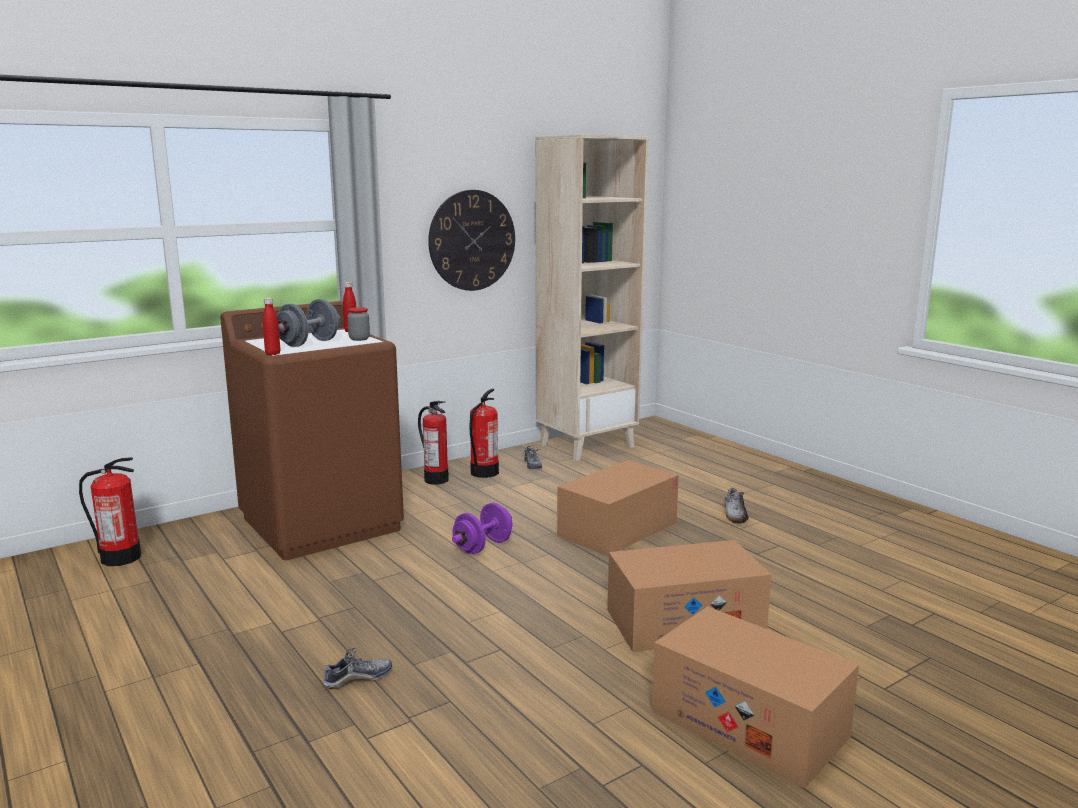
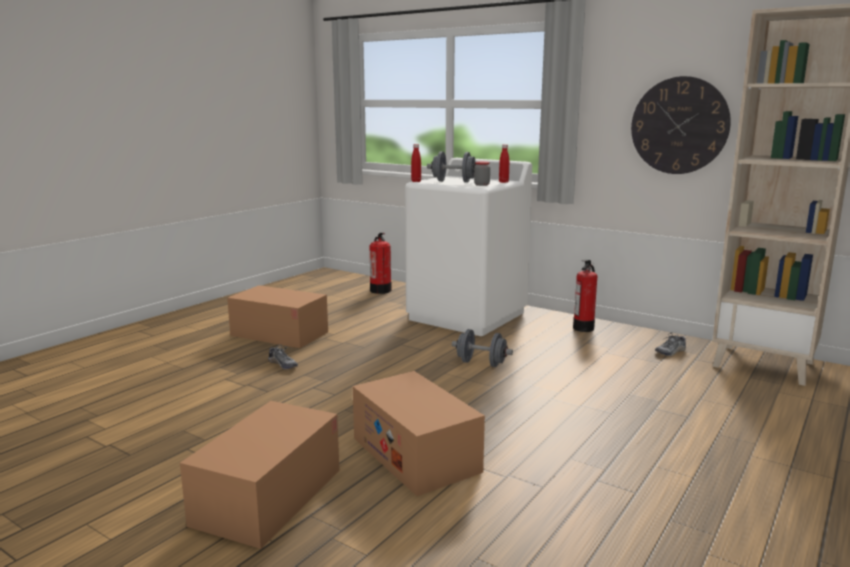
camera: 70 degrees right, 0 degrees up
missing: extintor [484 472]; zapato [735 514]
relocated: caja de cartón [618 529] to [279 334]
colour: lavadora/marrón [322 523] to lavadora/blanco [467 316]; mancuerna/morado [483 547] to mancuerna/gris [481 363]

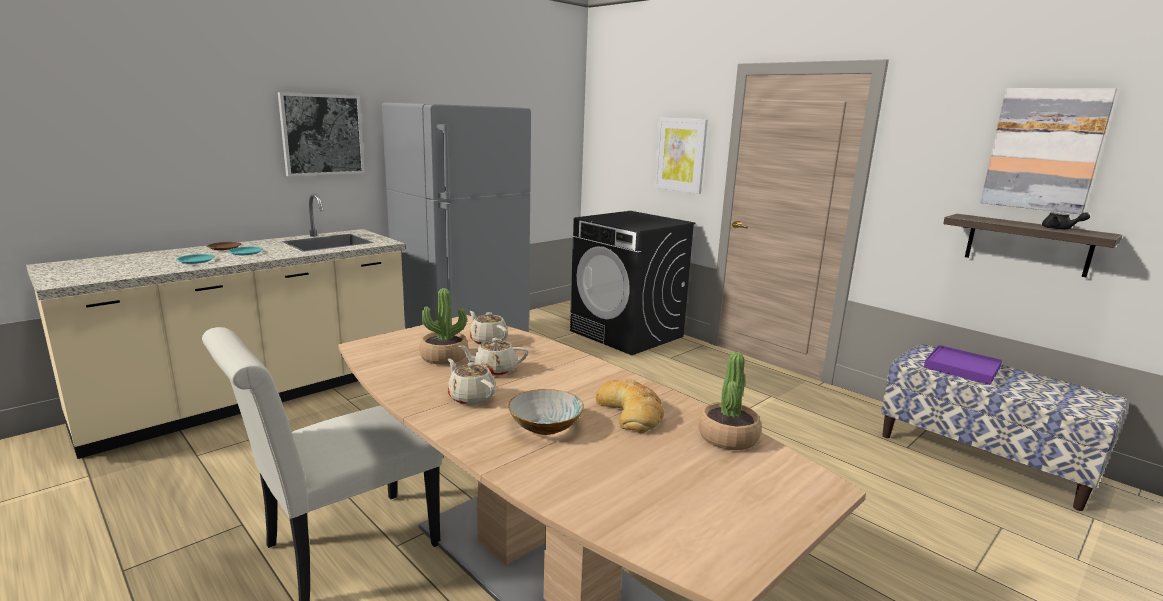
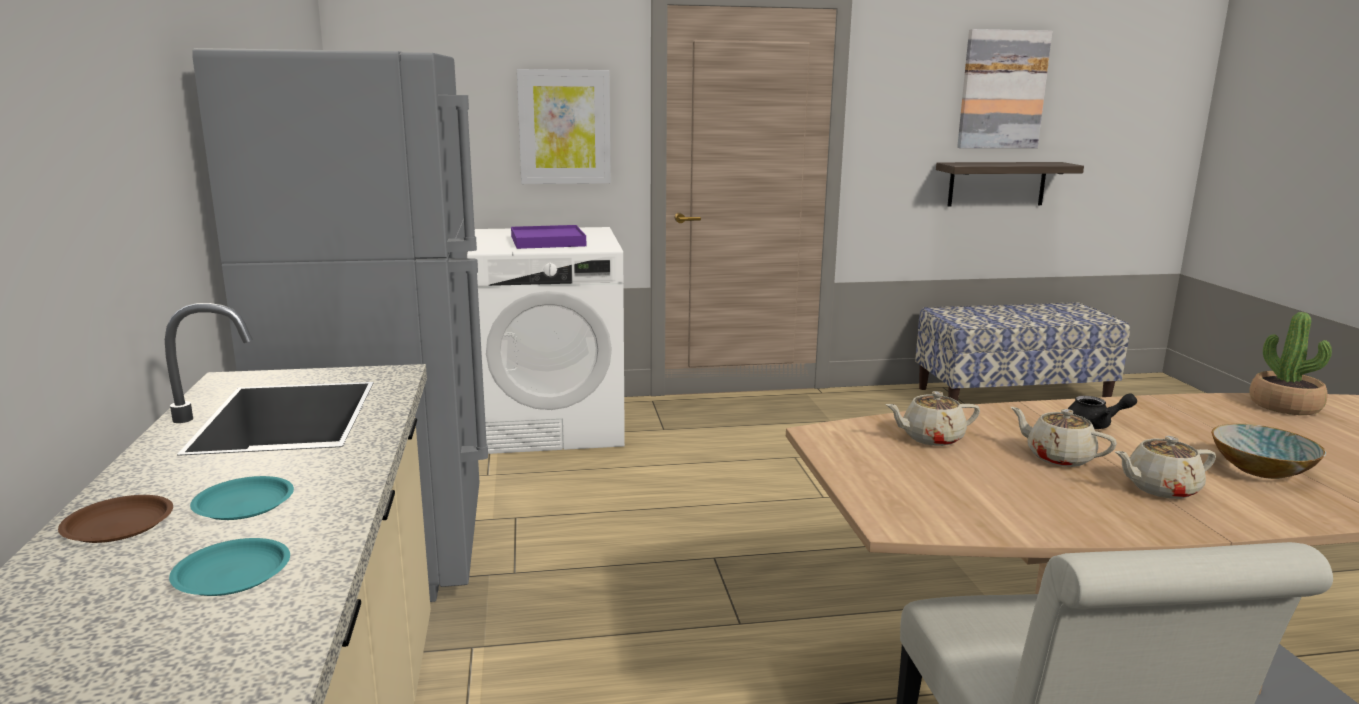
camera: 55 degrees left, 0 degrees up
missing: cuadro [322 134]; planta en maceta [444 357]; pan [631 412]
relocated: bandeja/morado [962 368] to [548 241]; tetera/negro [1060 229] to [1095 425]
colour: lavadora/negro [627 334] to lavadora/blanco [552 425]
spun: tetera/beis [494 370] = [1058 457] 105 degrees clockwise

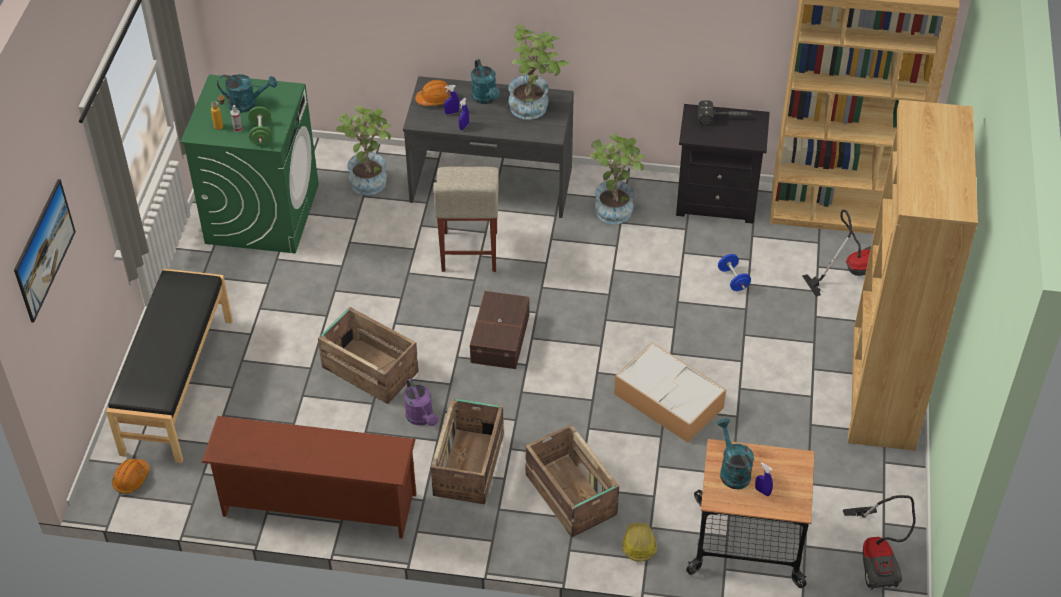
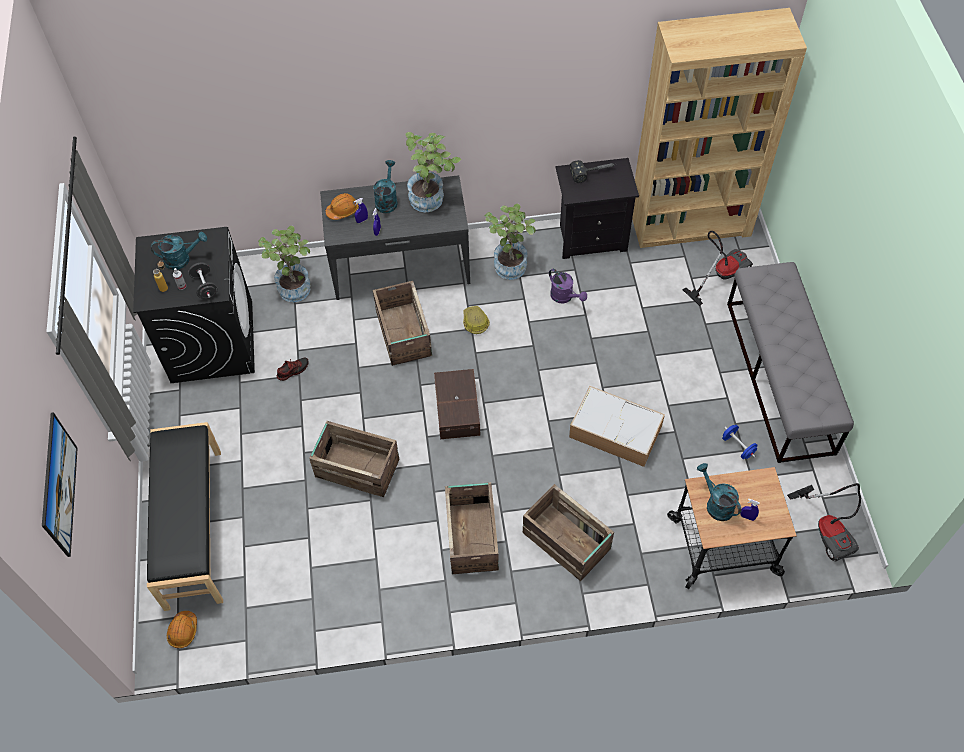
camera: 15 degrees left, 10 degrees up
missing: zapatero/marrón [317 506]
appeared: zapato [293 370]
relocated: regadera/morado [421 418] to [565 297]; casco [638 545] to [475 322]; mancuerna/azul [733 279] to [737 446]
exchanged: taburete/beis [469 252] to caja de embalaje [403 335]; estantería/marrón [882 389] to banco/gris [779 377]
colour: lavadora/verde [262 213] to lavadora/negro [212 341]; mancuerna/verde [261 134] to mancuerna/negro [205 286]
spun: regadera/turquesa [486 99] = [387 200] 135 degrees counterclockwise

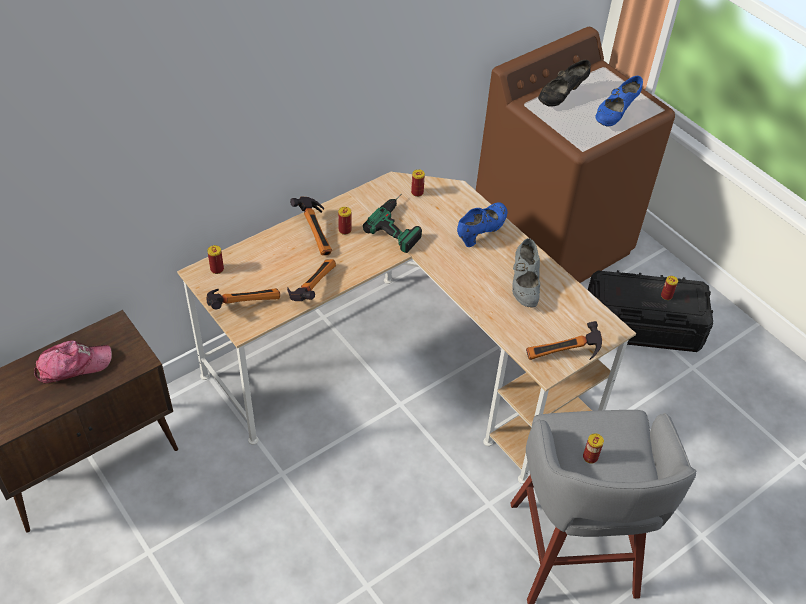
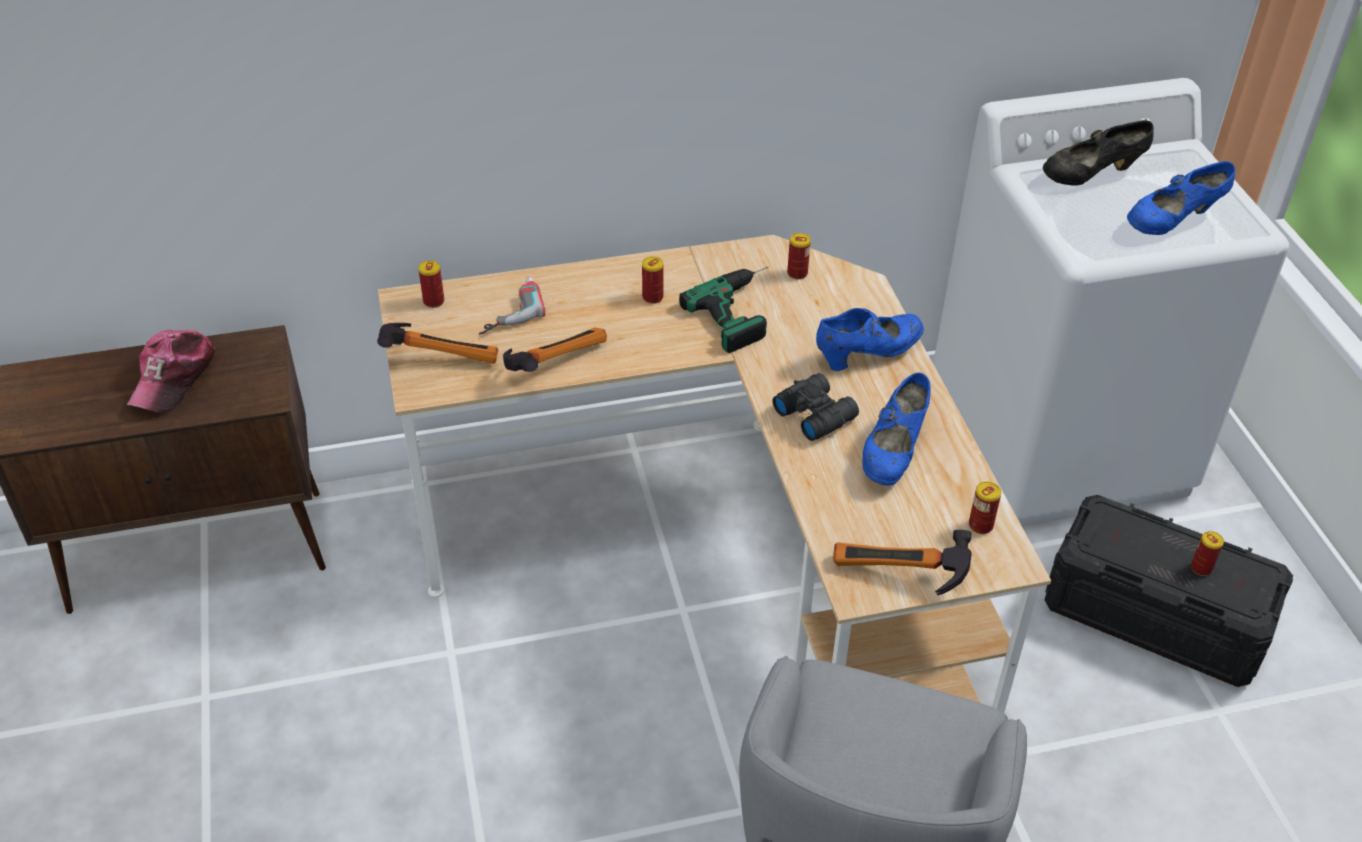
camera: 25 degrees right, 5 degrees down
missing: martillo [318 233]
appeared: taladro [508 310]; prismáticos/negro [815 413]
relocated: lata [590 457] to [980 525]
colour: lavadora/marrón [552 241] to lavadora/blanco [1061 441]; zapato/gris [524 286] to zapato/azul [893 452]
spun: gorra [73 365] = [173 378] 105 degrees clockwise

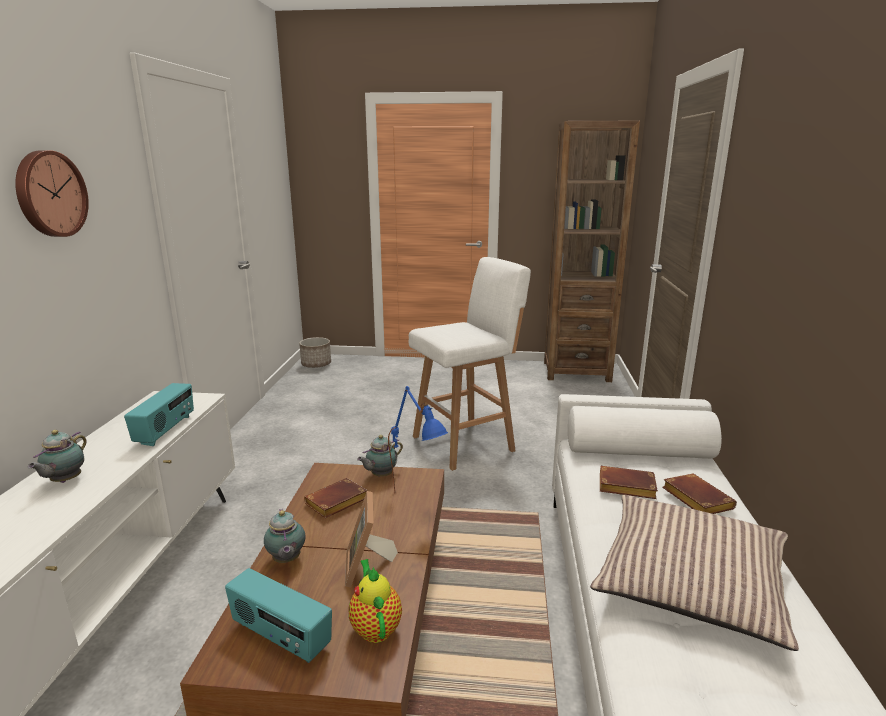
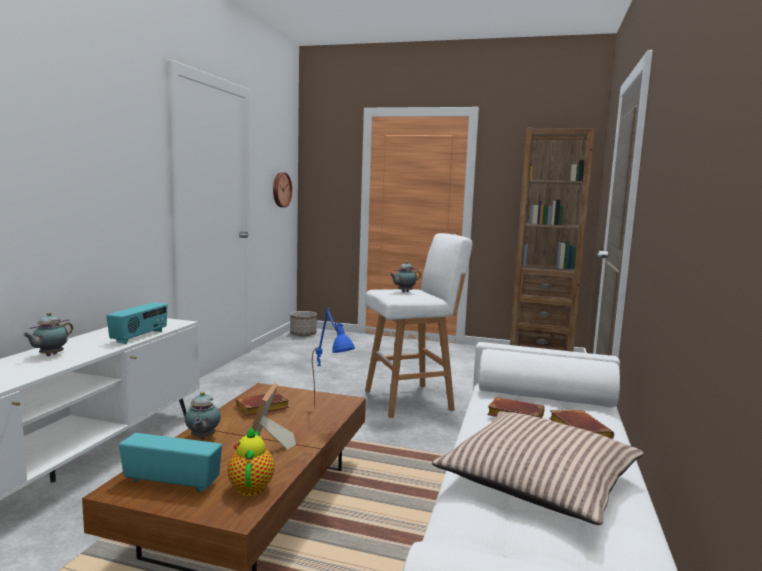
camera: 10 degrees right, 10 degrees down
relocated: reloj de pared [49 194] to [280 189]; tetera [380 475] to [404 292]
spun: radio [280 637] = [172 482] 150 degrees clockwise

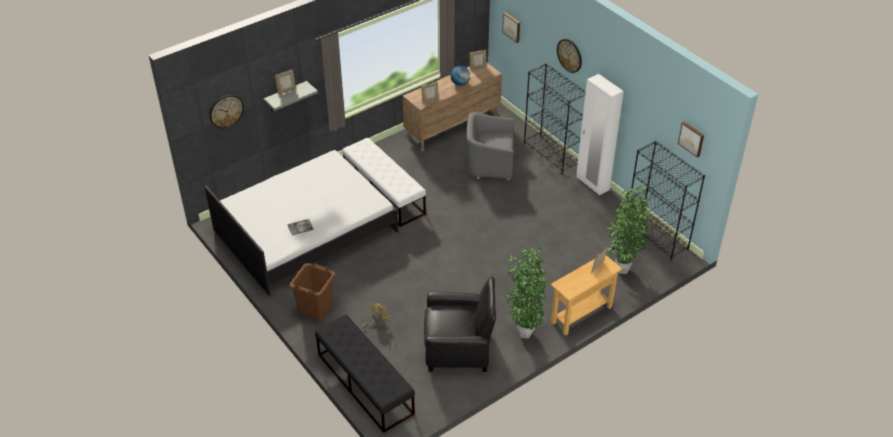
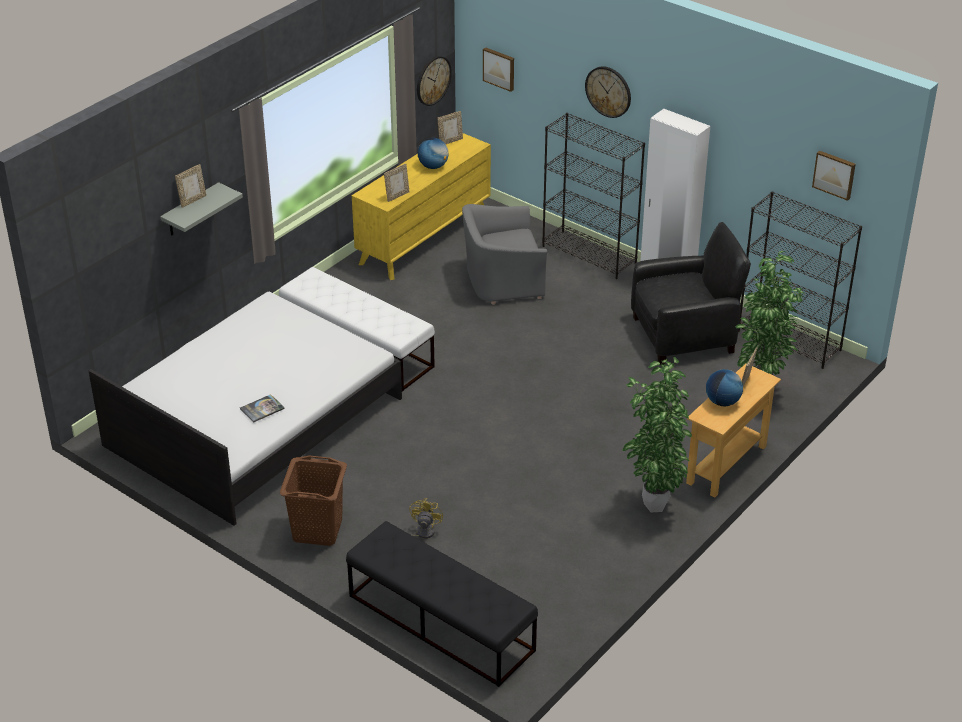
camera: 15 degrees left, 5 degrees down
appeared: globo terráqueo [722 402]
relocated: reloj de pared [226 111] to [433 80]; sillón/negro [459 348] to [684 335]
colour: cómoda/marrón [452 126] to cómoda/amarillo [424 238]

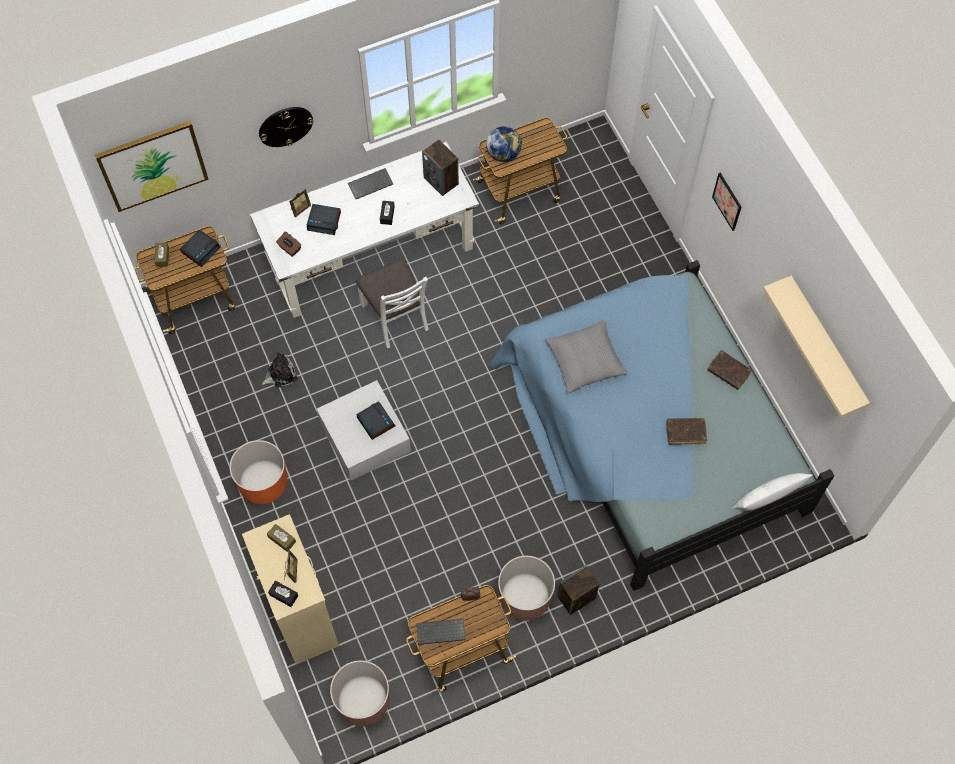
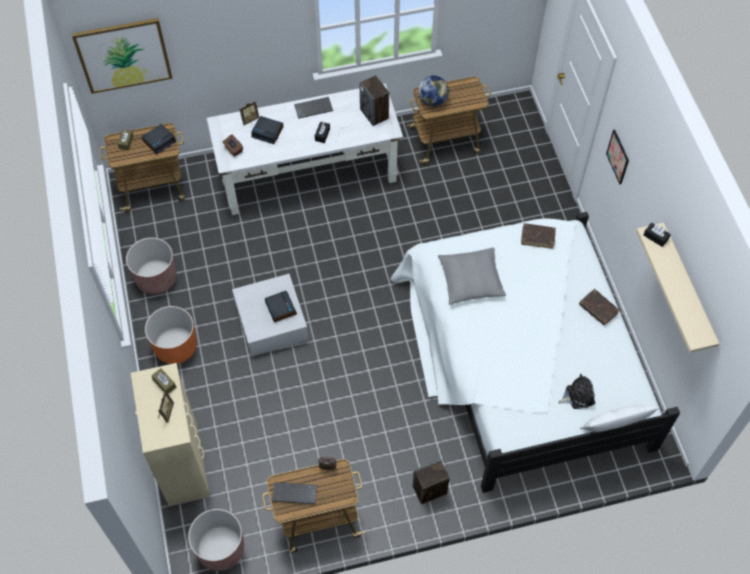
camera: 10 degrees right, 5 degrees down
missing: reloj de pared [285 126]; silla/blanco [395 316]
relocated: peluche [280 374] to [578 395]; caja de pañuelos/negro [283 595] to [655 237]; maceta/marrón [525 597] to [156 278]; libro/marrón [685 433] to [537 238]
colour: cama/azul [649 433] to cama/blanco [521 358]

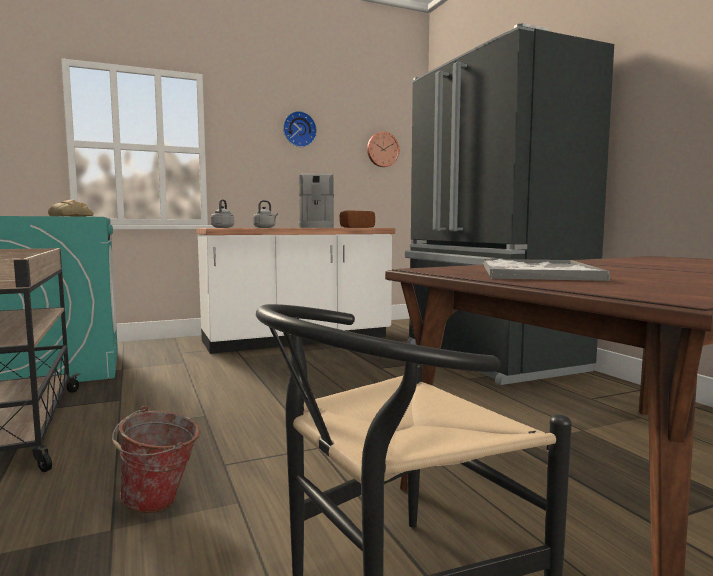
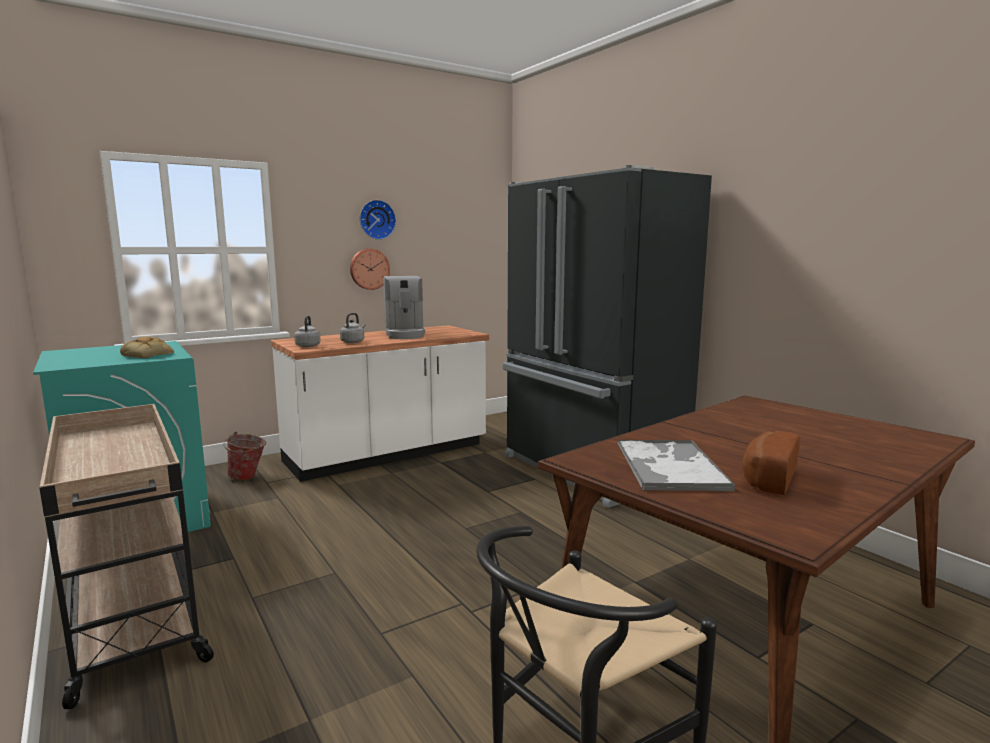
camera: 10 degrees left, 5 degrees up
relocated: cubo [160 505] to [247 478]; pan [355 227] to [766 478]; reloj de pared [382 149] to [369 269]

